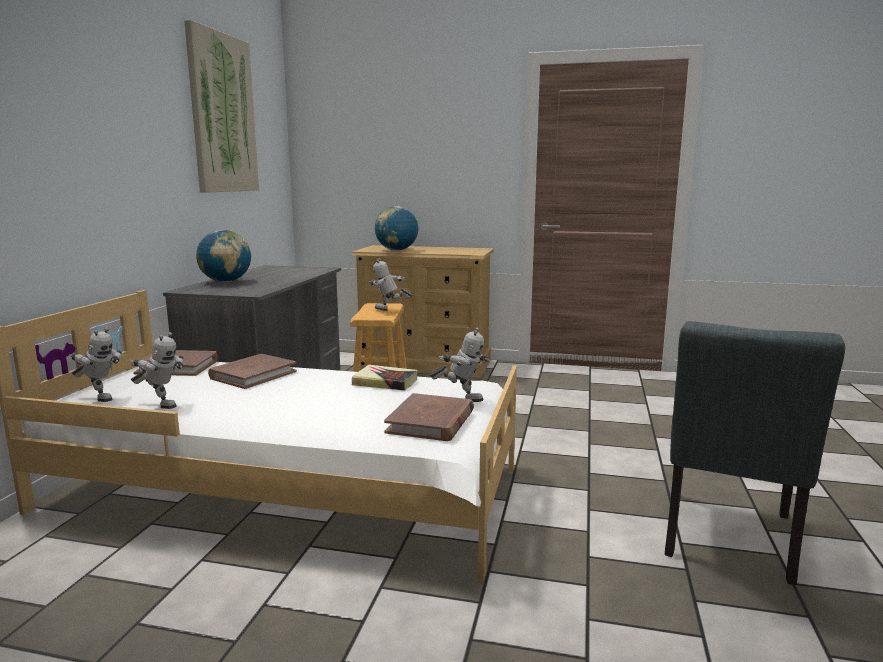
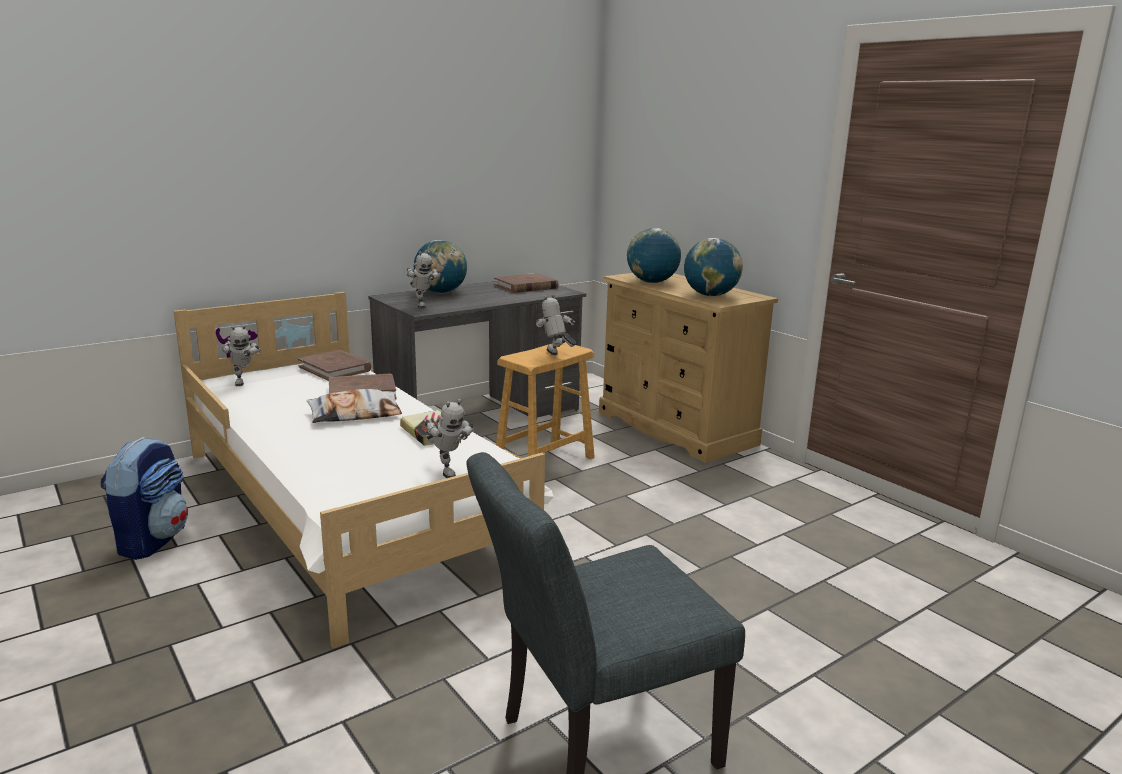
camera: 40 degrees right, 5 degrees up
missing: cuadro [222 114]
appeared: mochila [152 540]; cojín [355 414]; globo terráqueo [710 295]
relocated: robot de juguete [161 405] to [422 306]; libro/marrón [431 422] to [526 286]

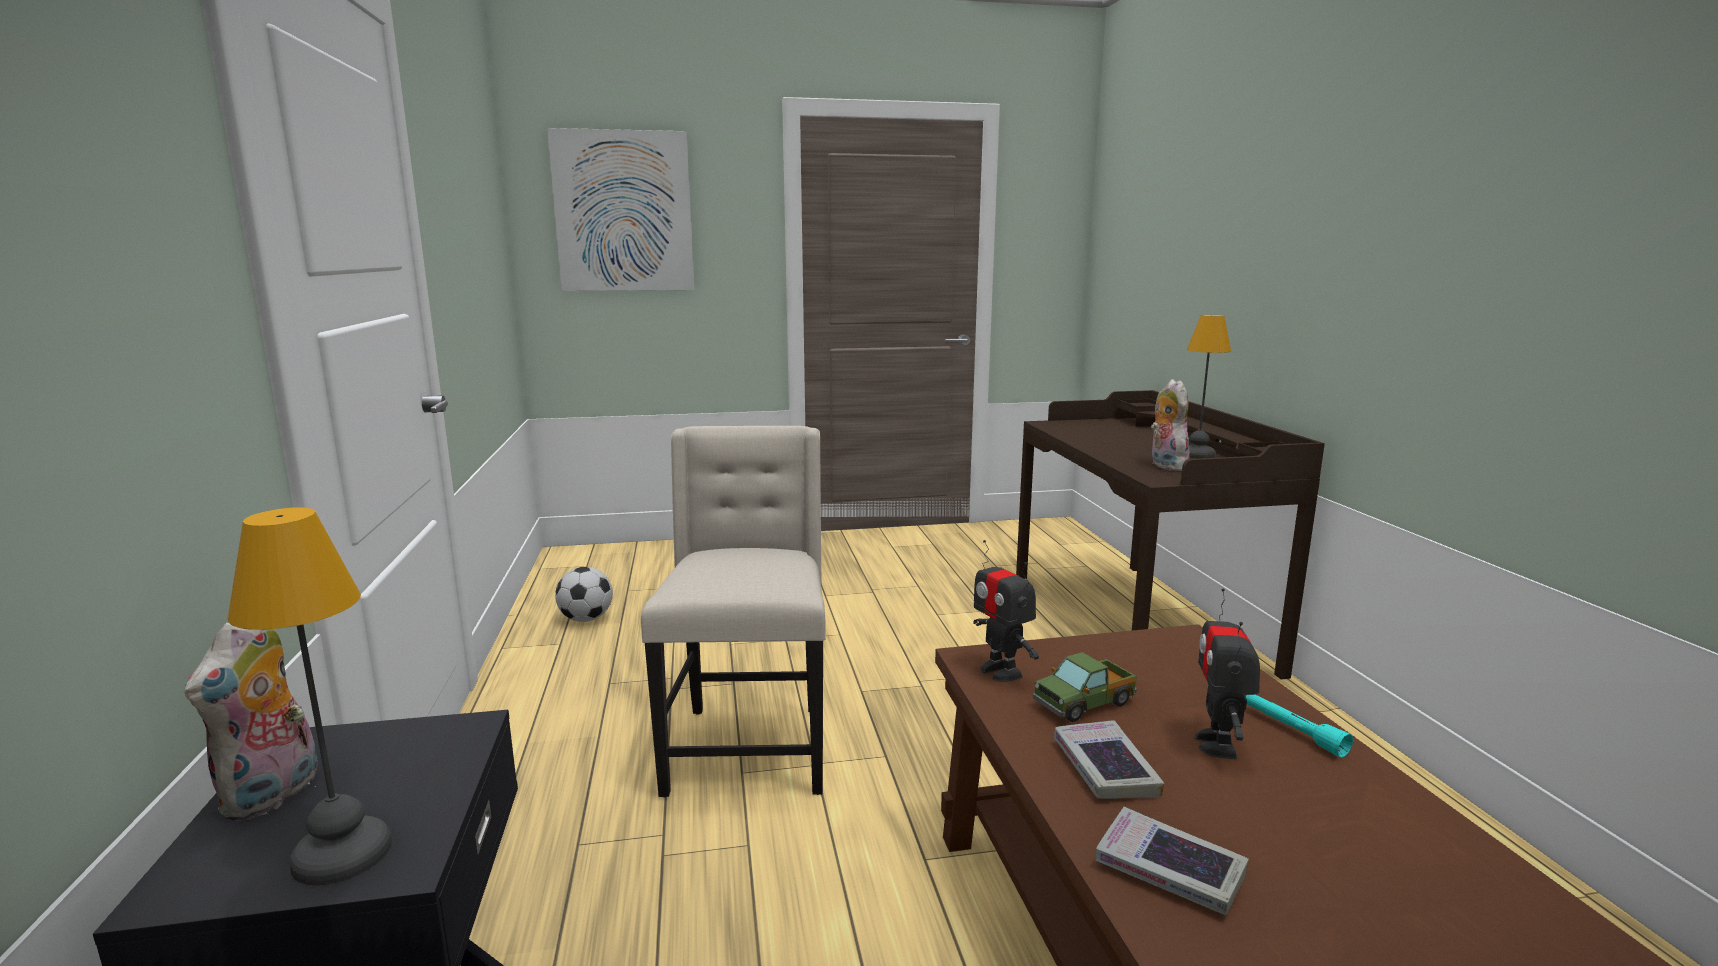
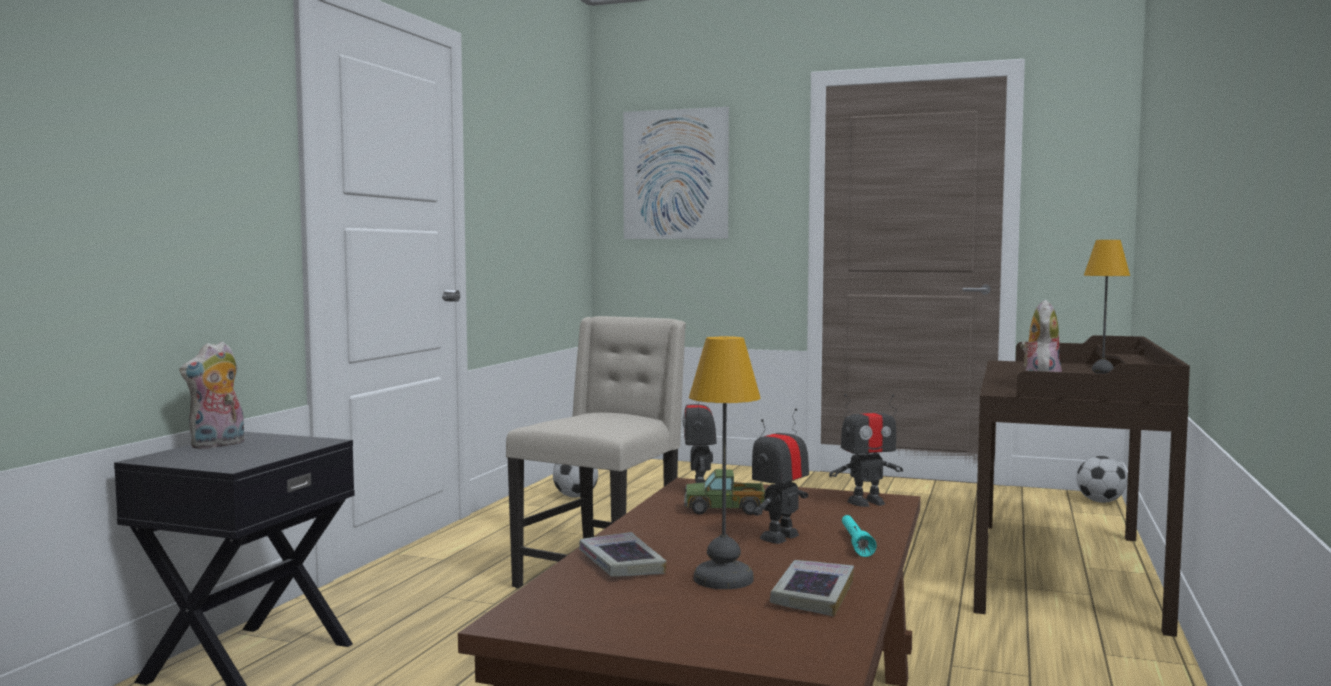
camera: 30 degrees right, 10 degrees down
appeared: robot de juguete [866 502]; balón de fútbol [1100 501]
relocated: lámpara de mesa [345 853] to [725 579]; libro [1105 768] to [812 595]

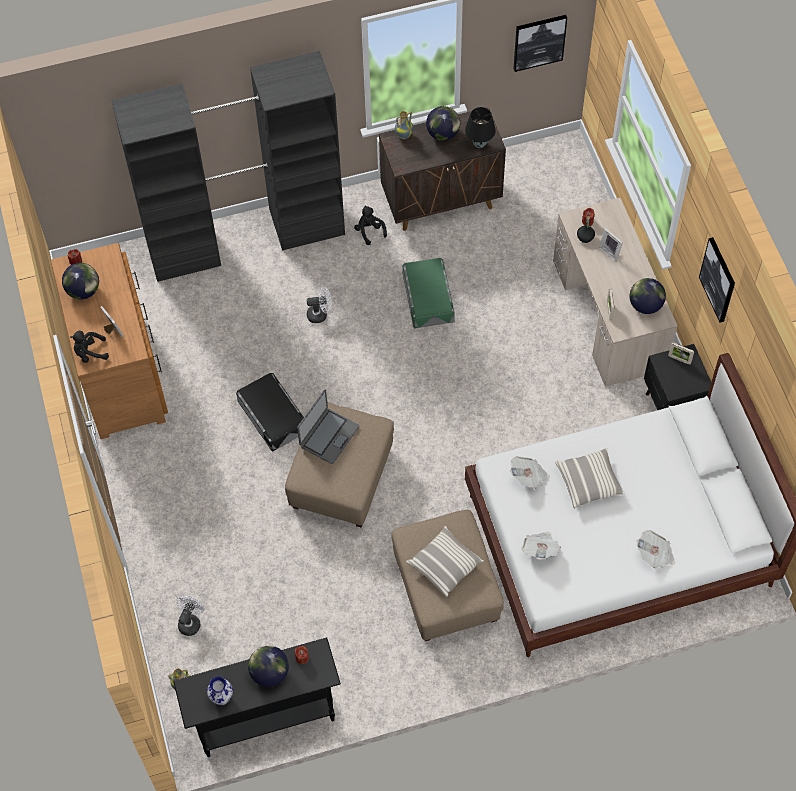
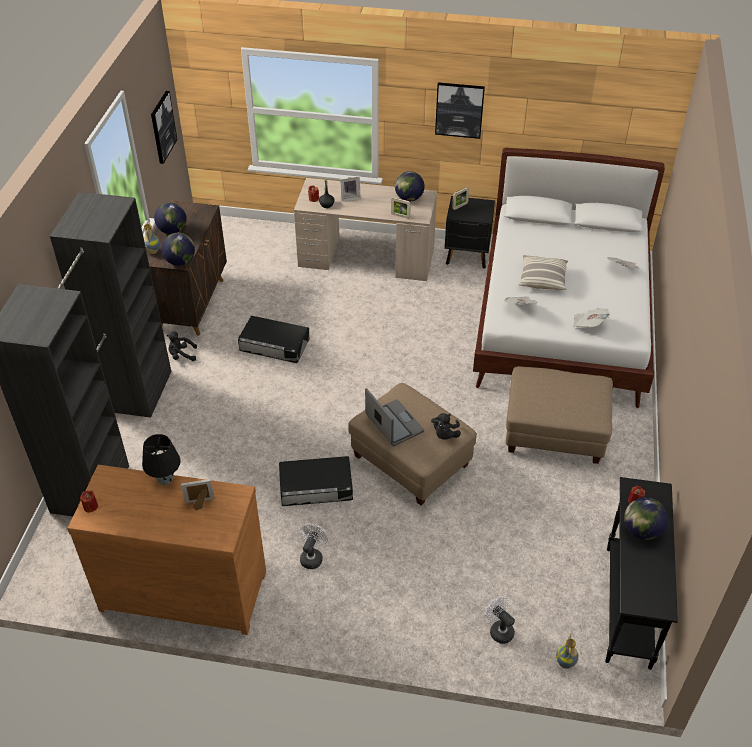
camera: 65 degrees left, 15 degrees down
missing: florero [222 697]; cojín [445 565]
relocated: globo terráqueo [84 291] to [180 261]; peluche/negro [90 353] to [445 434]; ventilador/blanco [320 314] to [312 556]; lámpara de mesa/negro [479 144] to [165 480]
colour: caja de almacenaje/verde [427 297] to caja de almacenaje/negro [274 344]

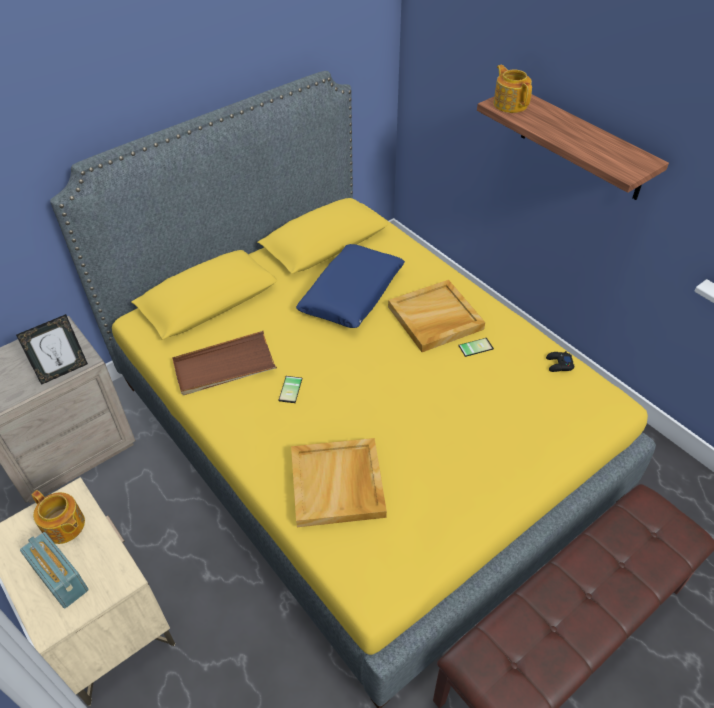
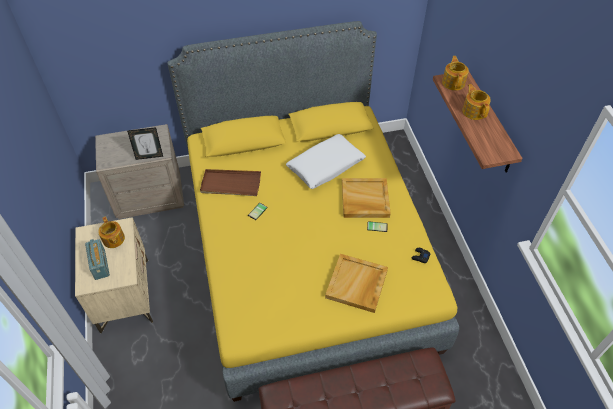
camera: 25 degrees right, 5 degrees up
appeared: tetera [474 111]
relocated: bandeja/beis [338 485] to [357 284]
colour: cojín/azul [352 294] to cojín/blanco [325 166]

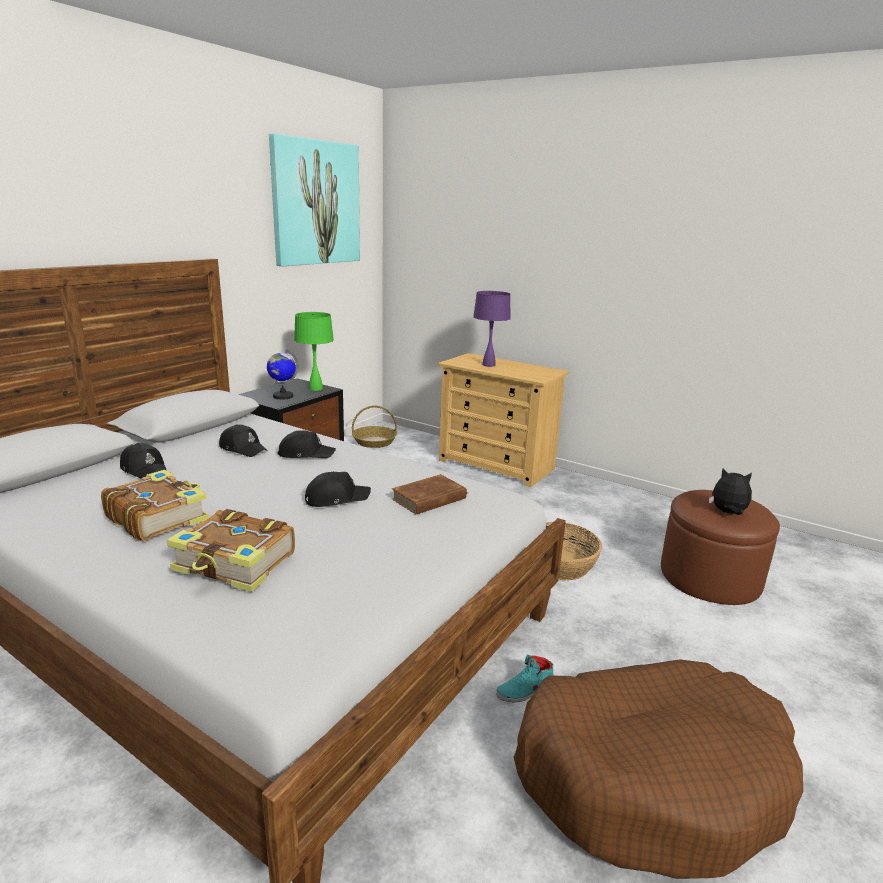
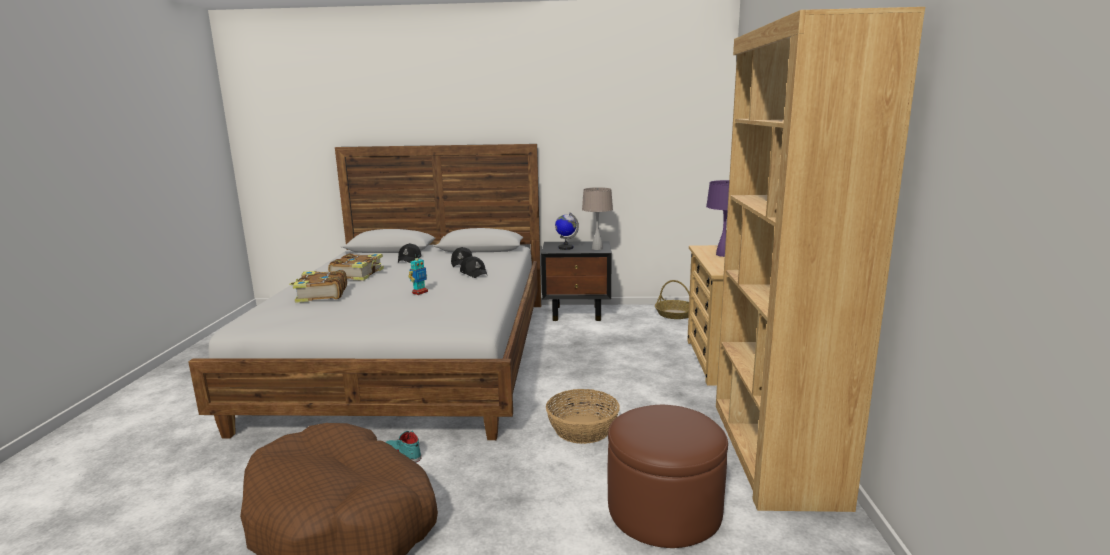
camera: 60 degrees right, 5 degrees down
missing: cuadro [315 203]; libro/marrón [429 499]; peluche [728 513]
appeared: estantería/marrón [773 451]
exchanged: gorra/negro [336 498] to robot de juguete [419 292]
colour: lámpara de mesa/verde [316 388] to lámpara de mesa/beis [597 248]

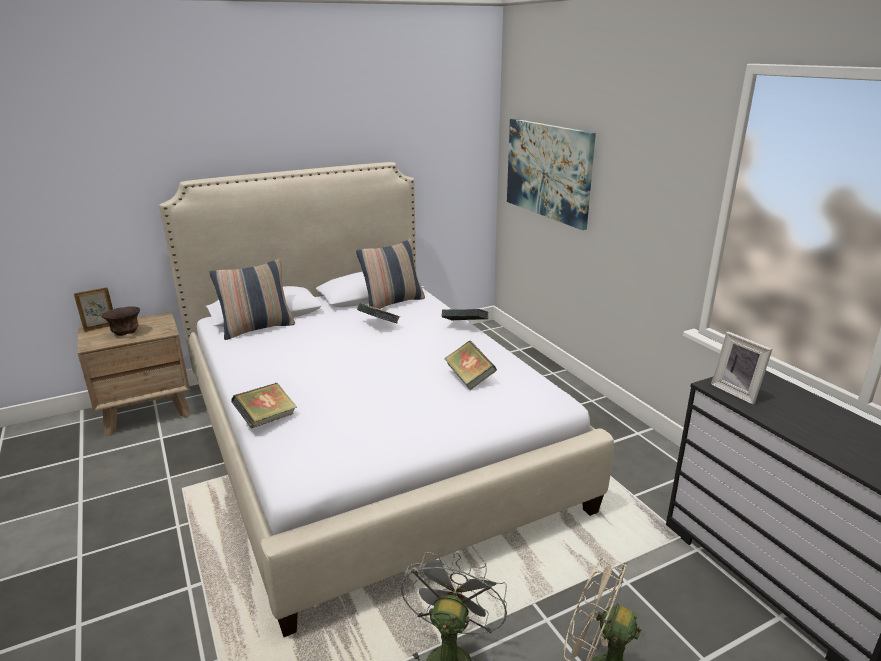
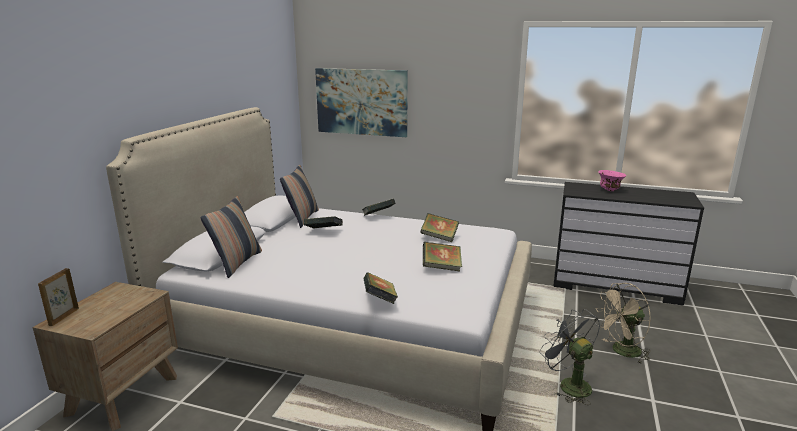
camera: 45 degrees left, 5 degrees down
missing: cuenco/marrón [125 333]; portarretratos [737 391]
appeared: libro [441 268]; cuenco/rosa [609 190]

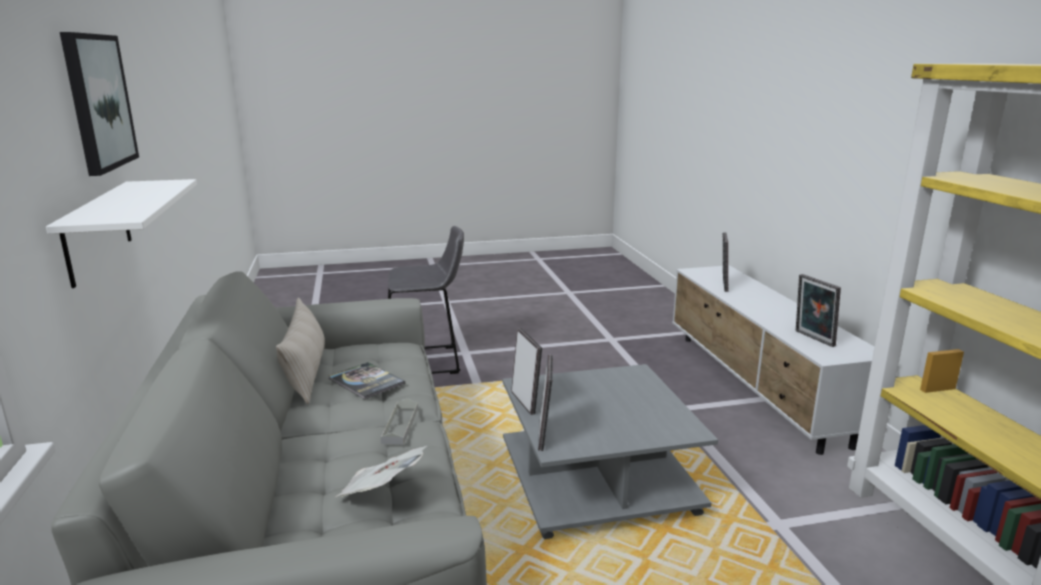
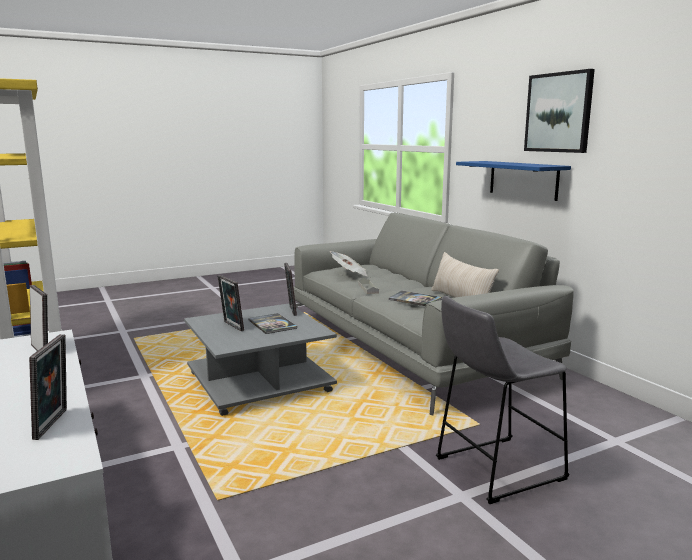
camera: 165 degrees right, 5 degrees down
appeared: libro [272 324]
relocated: portarretratos [526 402] to [231 326]
colour: estante/blanco [97 231] to estante/azul [523 179]

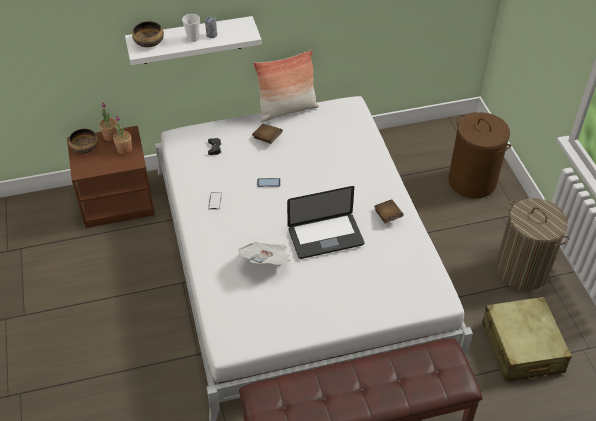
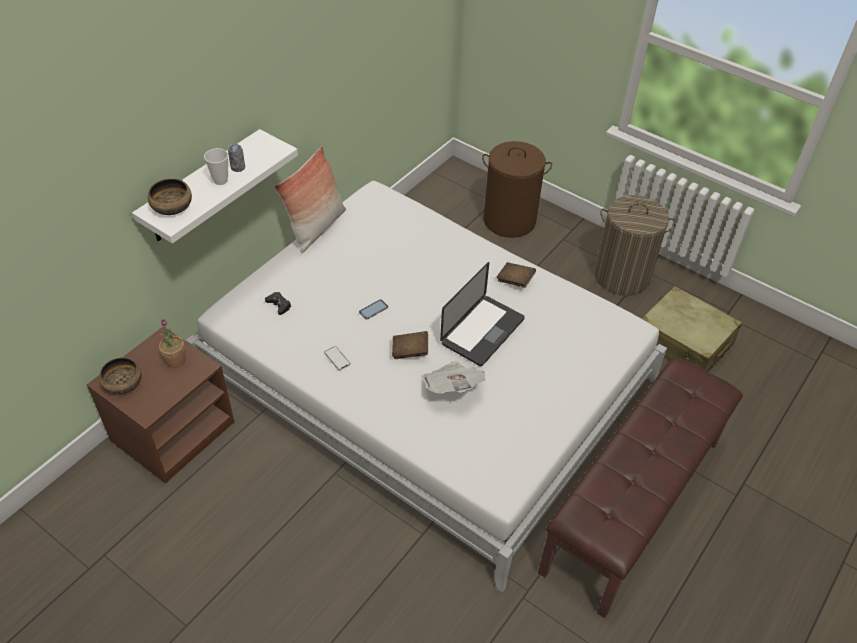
camera: 40 degrees left, 0 degrees up
missing: planta en maceta [111 136]
relocated: libro/marrón [267 138] to [410 351]

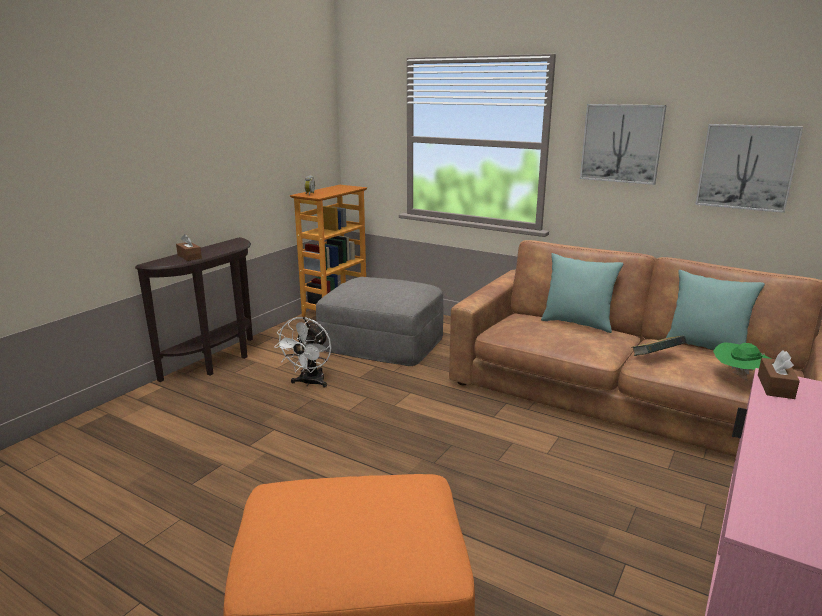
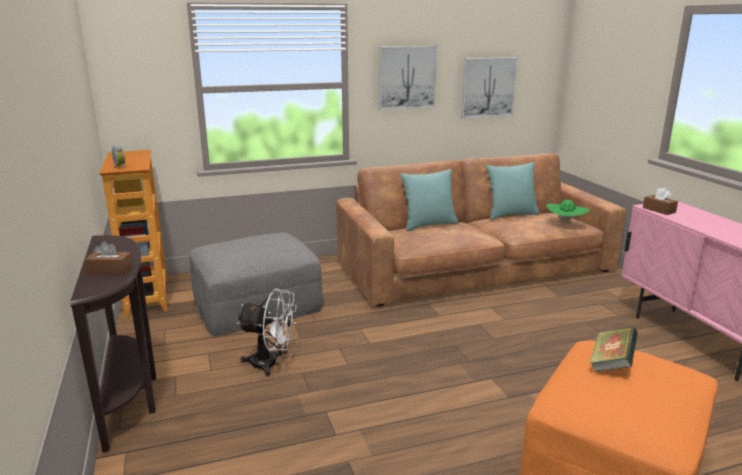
camera: 50 degrees left, 0 degrees up
relocated: libro [656 358] to [611 364]
spun: ventilador/blanco [309 383] = [271 364] 45 degrees counterclockwise

